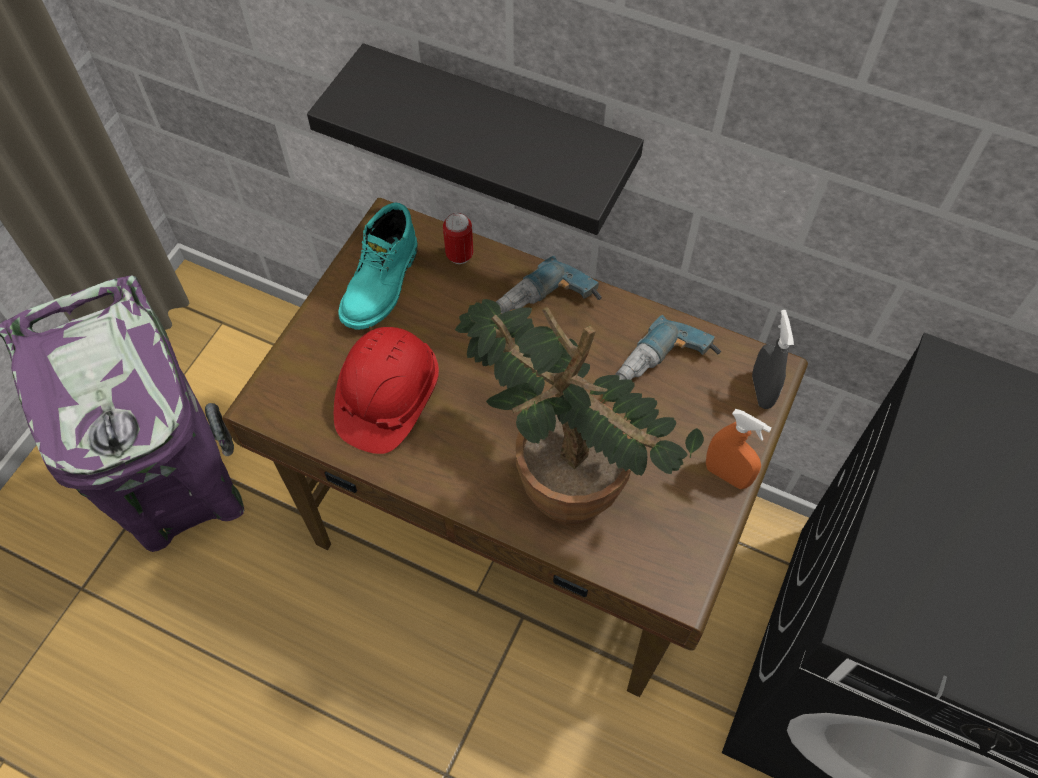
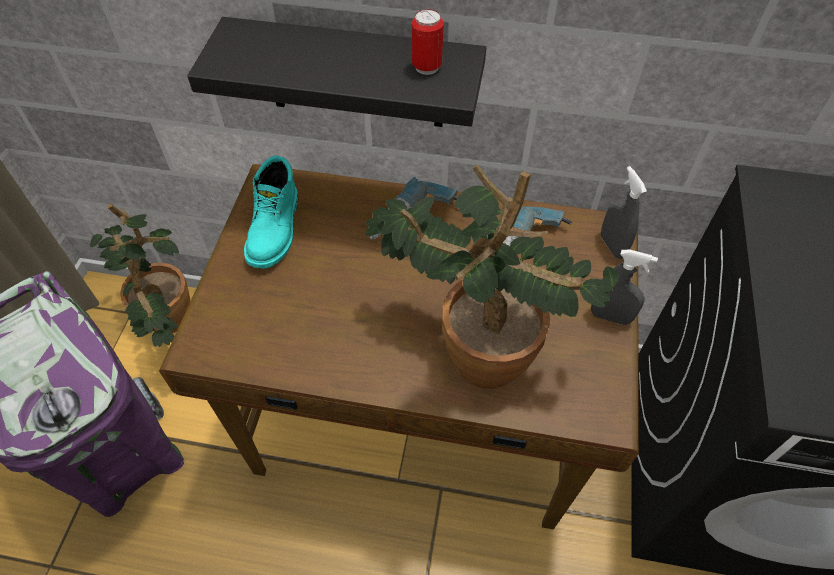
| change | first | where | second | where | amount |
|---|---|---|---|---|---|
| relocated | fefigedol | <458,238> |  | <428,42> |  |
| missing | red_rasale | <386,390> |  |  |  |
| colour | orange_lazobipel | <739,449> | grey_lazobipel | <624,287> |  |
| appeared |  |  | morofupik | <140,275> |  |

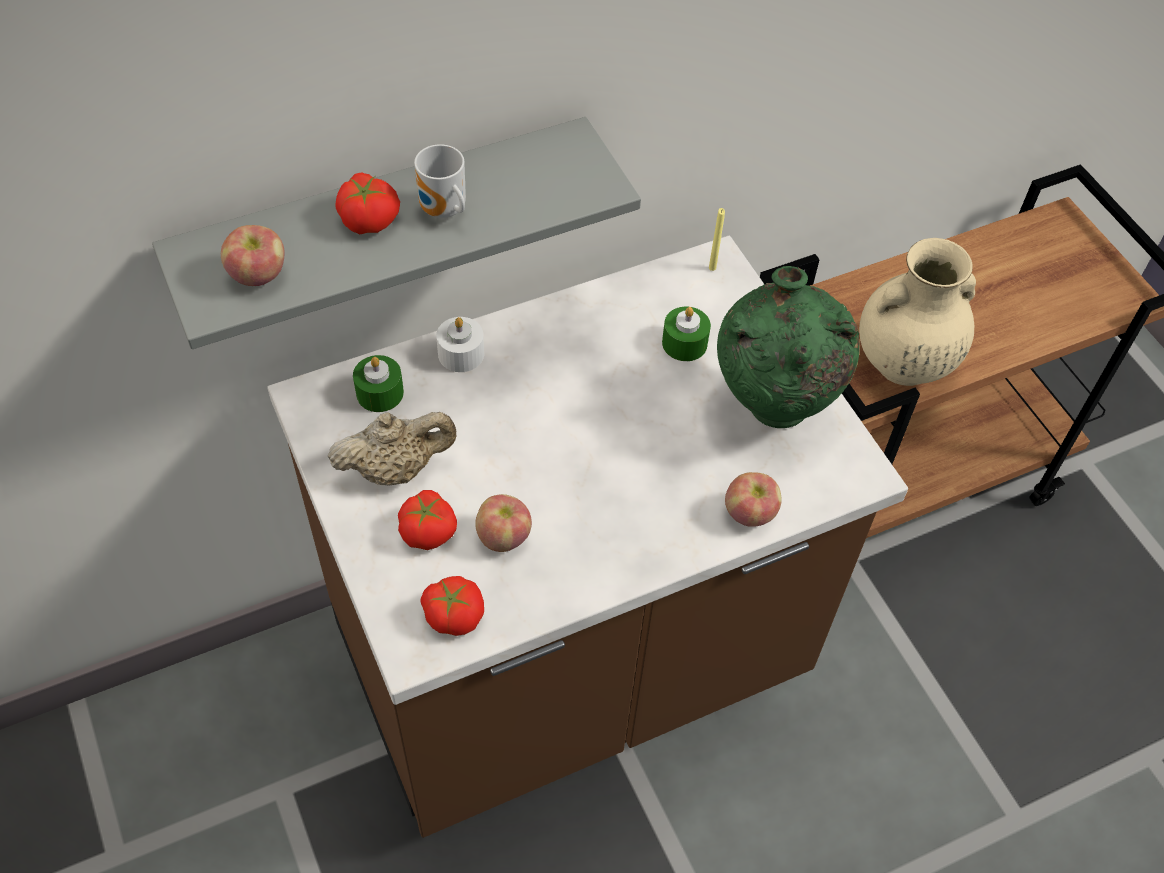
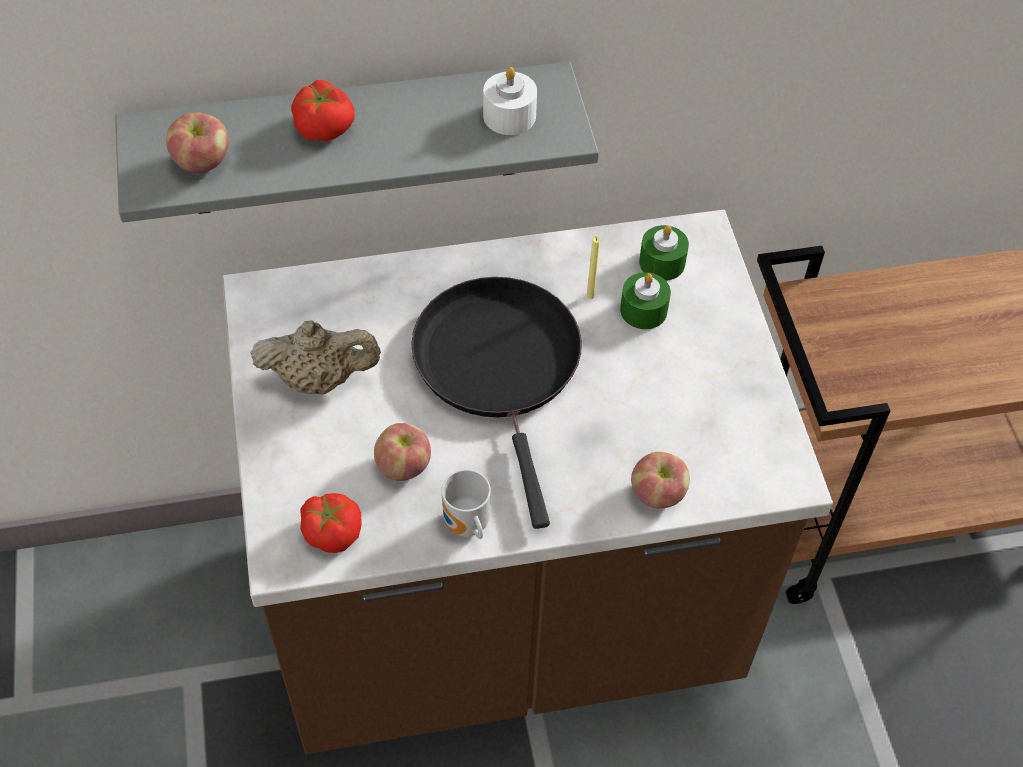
| change | first | where | second | where | amount |
|---|---|---|---|---|---|
| relocated | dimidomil | <440,181> |  | <466,504> |  |
| relocated | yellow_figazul | <717,239> |  | <593,267> |  |
| missing | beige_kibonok | <917,312> |  |  |  |
| missing | green_kibonok | <788,347> |  |  |  |
| relocated | white_figazul | <460,344> |  | <510,101> |  |
| relocated | green_figazul | <378,383> |  | <664,253> |  |
| missing | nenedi | <427,520> |  |  |  |
| appeared |  |  | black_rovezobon | <496,403> |  |

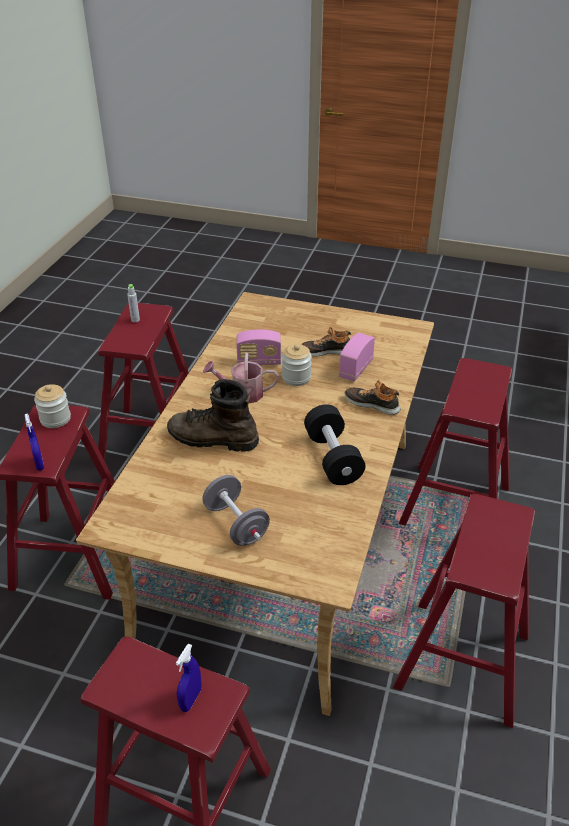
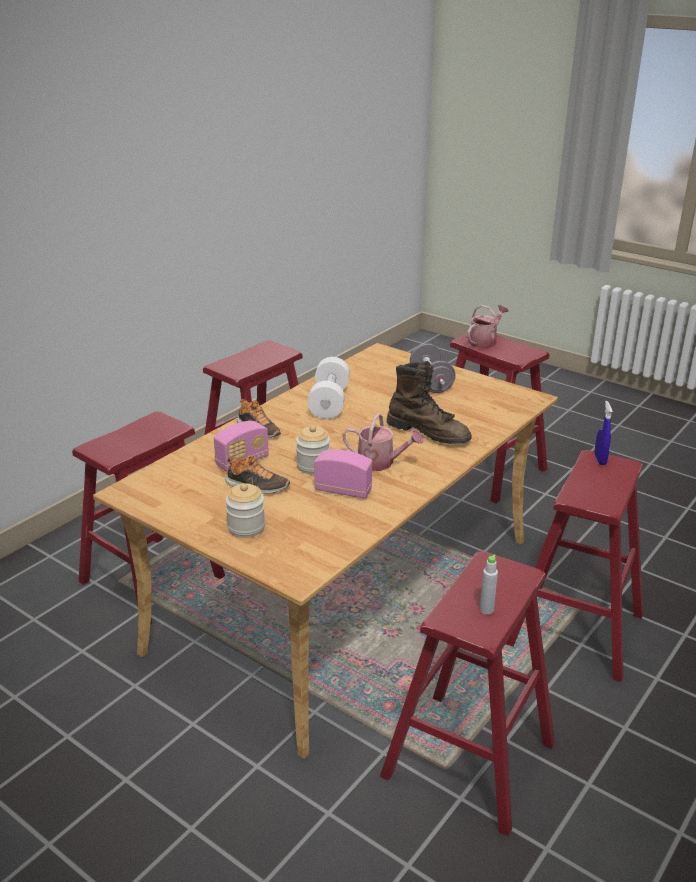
| change | first | where | second | where | amount |
|---|---|---|---|---|---|
| relocated | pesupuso | <52,406> |  | <245,510> |  |
| colour | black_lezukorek | <334,444> | white_lezukorek | <329,388> |  |
| exchanged | blue_lazobipel | <189,678> | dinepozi | <488,326> |  |

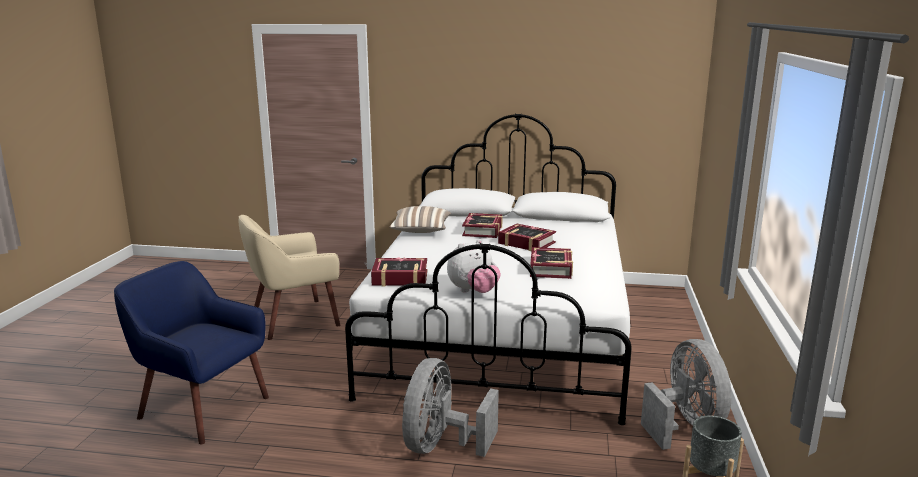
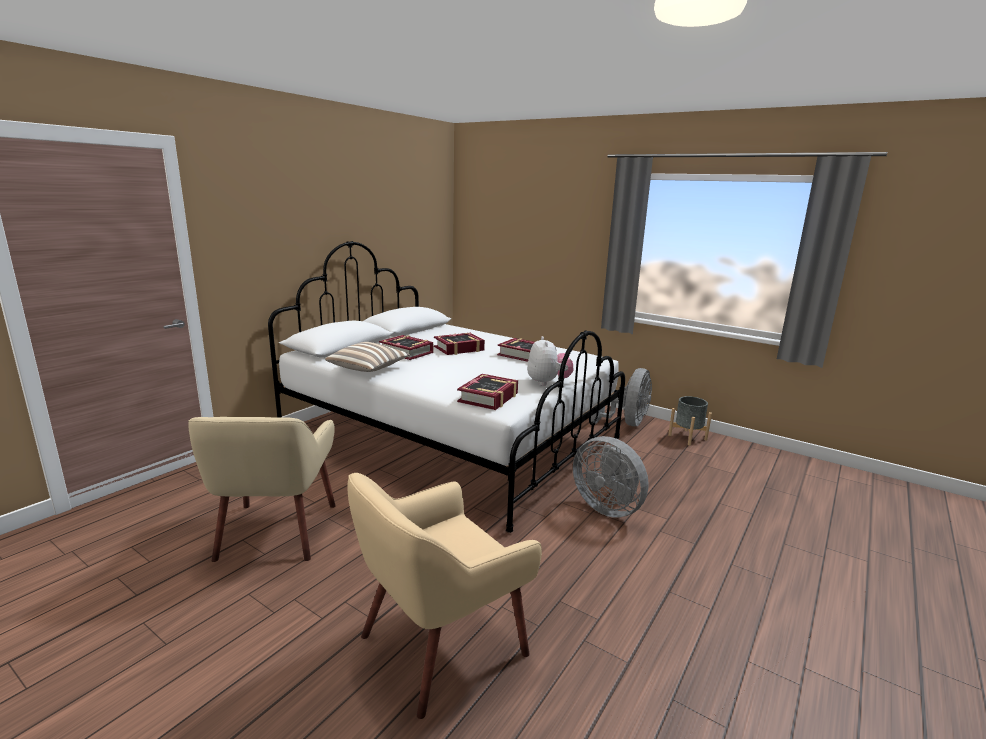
| change | first | where | second | where | amount |
|---|---|---|---|---|---|
| colour | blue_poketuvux | <191,352> | beige_poketuvux | <444,596> |  |
| spun | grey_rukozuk | <686,394> |  | <621,397> | 105 degrees clockwise |

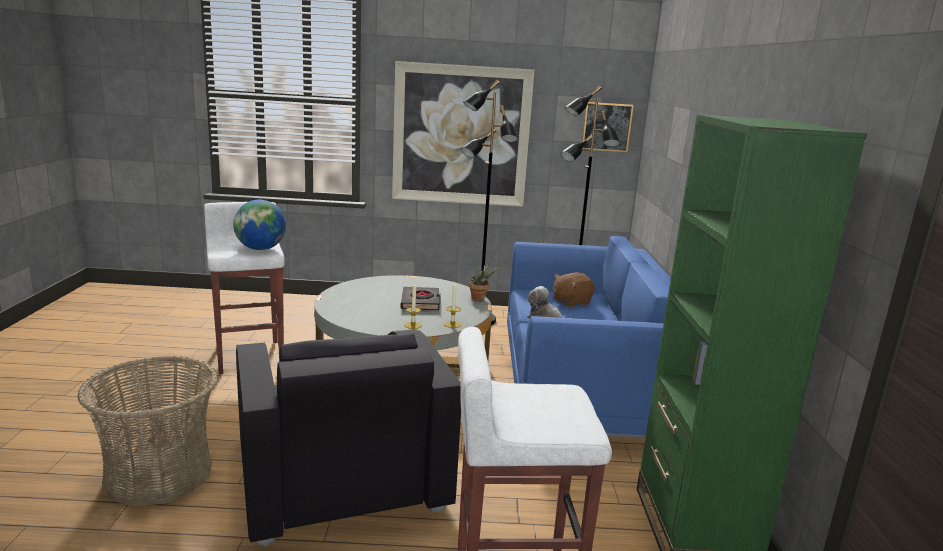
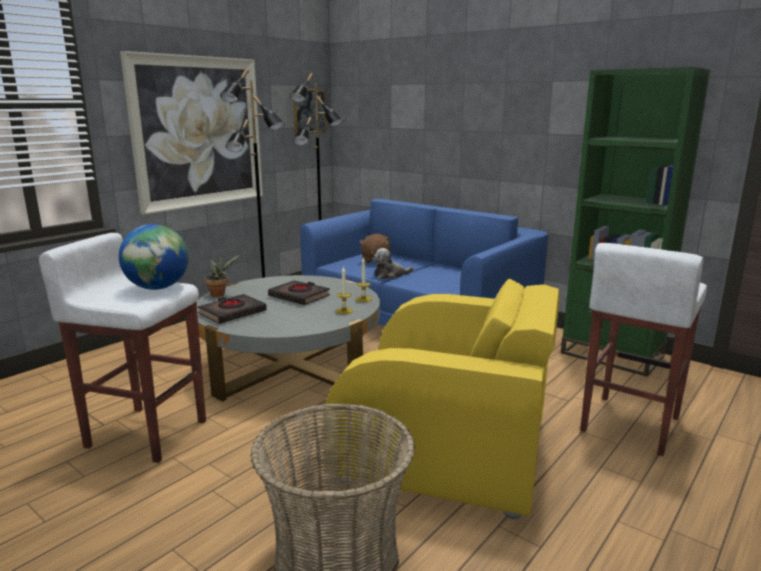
| change | first | where | second | where | amount |
|---|---|---|---|---|---|
| relocated | morofupik | <484,282> |  | <223,276> |  |
| colour | black_poketuvux | <348,437> | yellow_poketuvux | <442,399> |  |
| appeared |  |  | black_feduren | <232,309> |  |

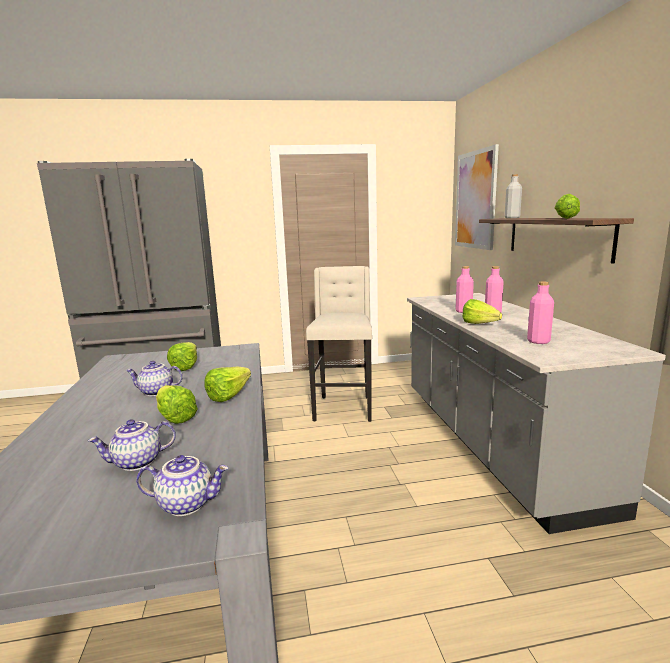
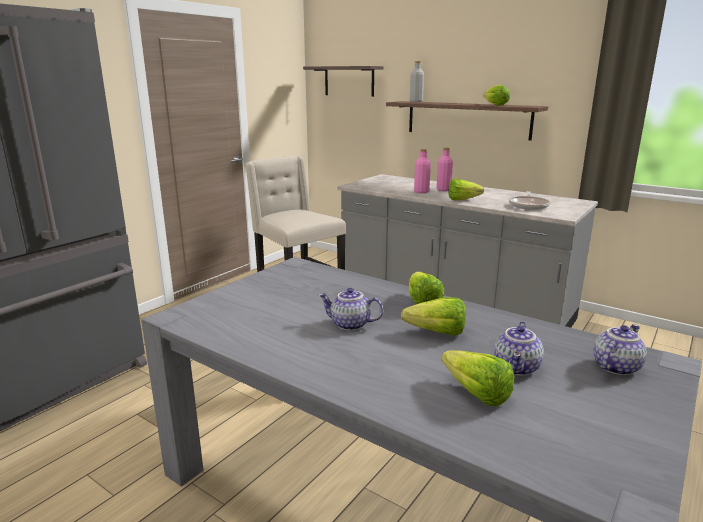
| change | first | where | second | where | amount |
|---|---|---|---|---|---|
| exchanged | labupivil | <477,197> | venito | <343,81> |  |
| exchanged | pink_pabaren | <540,313> | rovezobon | <529,200> |  |
| relocated | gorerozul | <182,356> |  | <478,378> |  |
| spun | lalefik | <154,378> |  | <351,309> | 60 degrees clockwise |

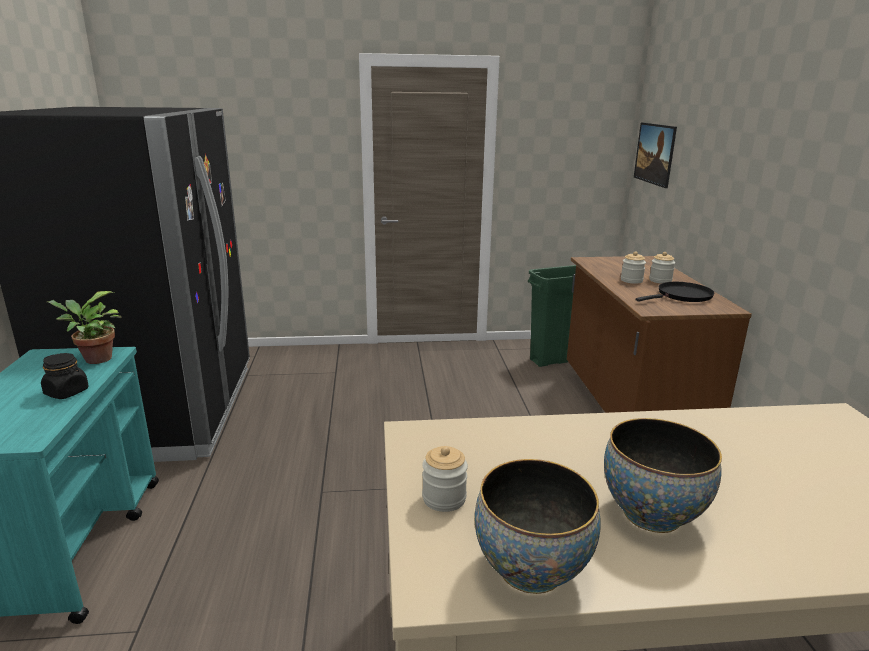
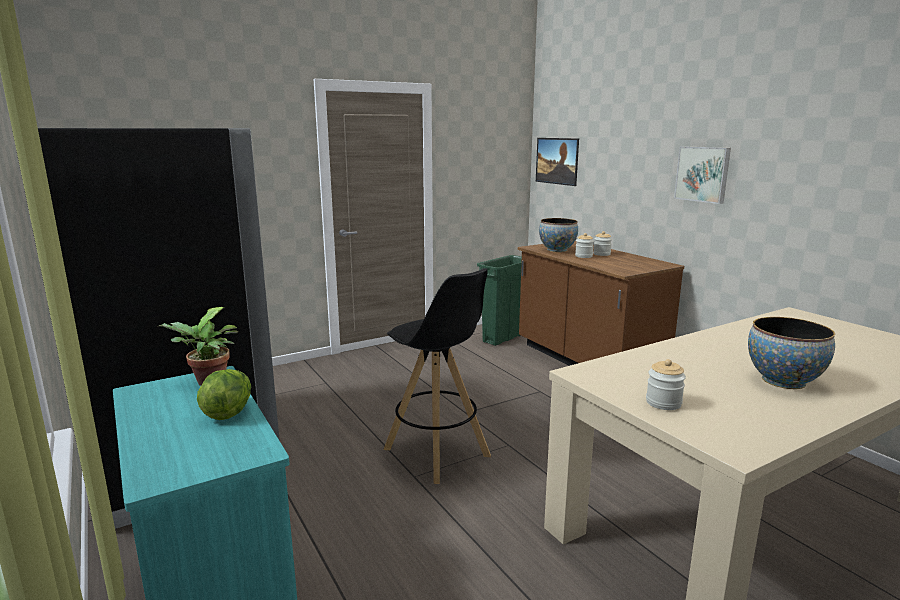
| change | first | where | second | where | amount |
|---|---|---|---|---|---|
| missing | black_rovezobon | <675,292> |  |  |  |
| exchanged | black_pesupuso | <65,376> | gorerozul | <224,394> |  |
| relocated | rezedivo | <538,526> |  | <558,235> |  |
| appeared |  |  | labupivil | <702,175> |  |
| appeared |  |  | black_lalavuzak | <437,376> |  |

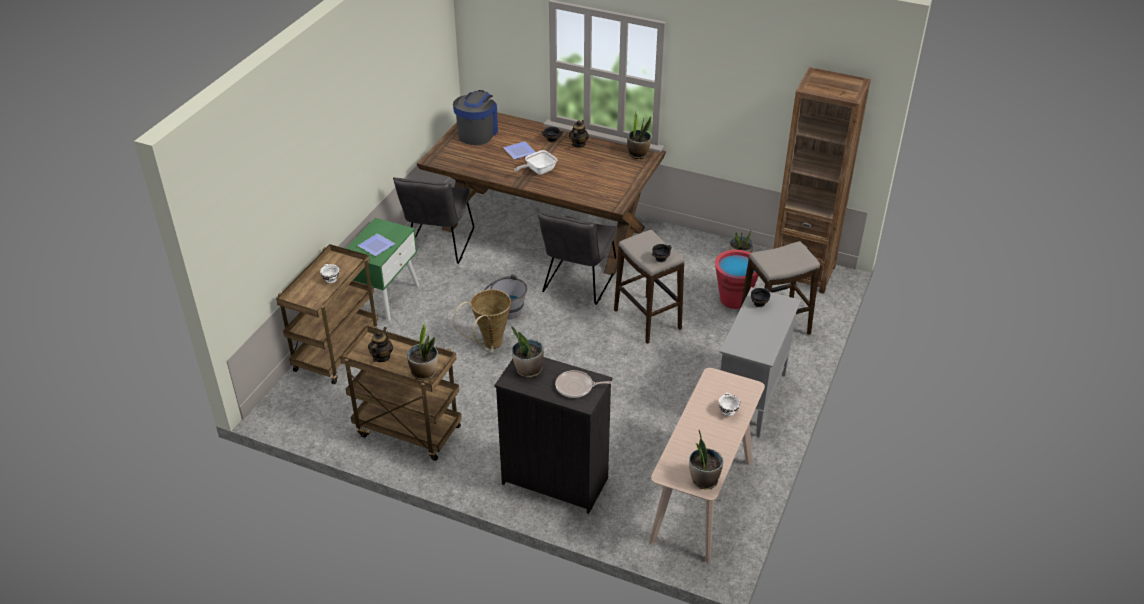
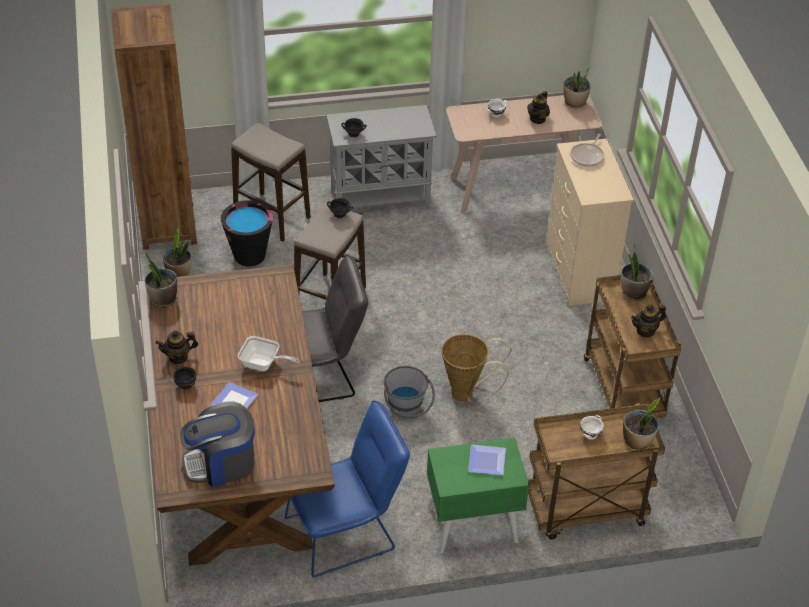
| change | first | where | second | where | amount |
|---|---|---|---|---|---|
| colour | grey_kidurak | <433,220> | blue_kidurak | <347,488> |  |
| colour | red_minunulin | <737,279> | black_minunulin | <247,233> |  |
| relocated | morofupik | <527,352> |  | <642,424> |  |
| colour | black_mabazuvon | <553,435> | beige_mabazuvon | <590,222> |  |
| spun | rovezobon | <583,384> |  | <587,150> | 60 degrees clockwise |
| appeared |  |  | lalefik | <538,107> |  |

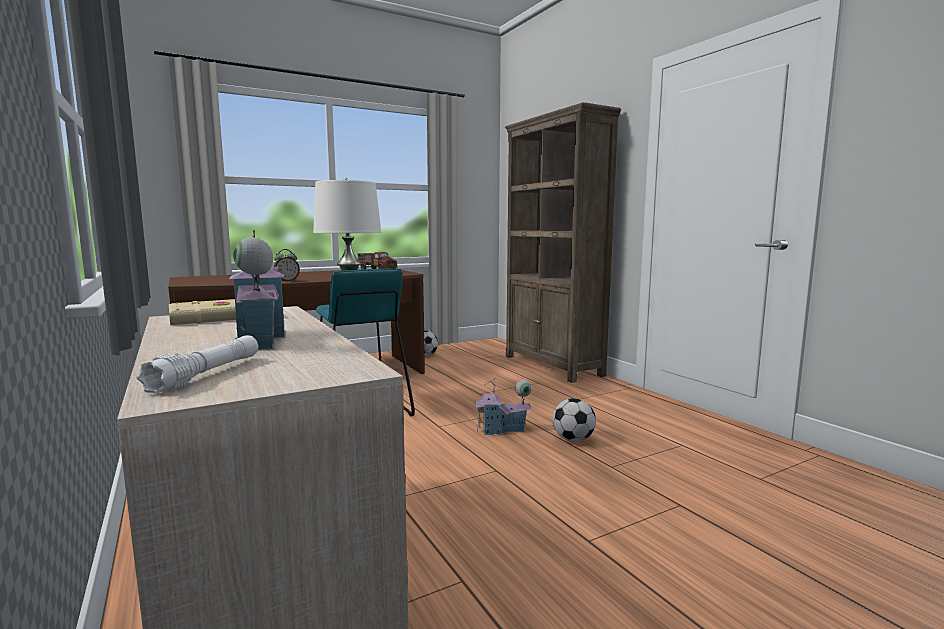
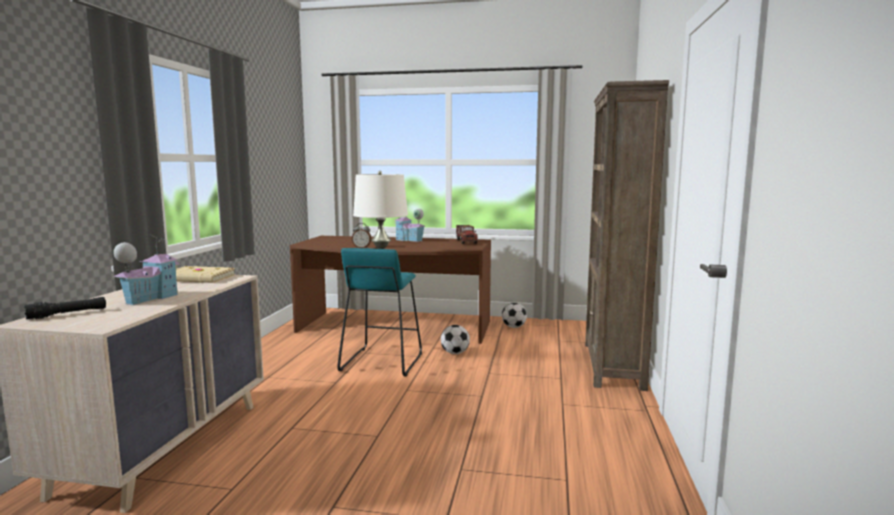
| change | first | where | second | where | amount |
|---|---|---|---|---|---|
| colour | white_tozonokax | <197,364> | black_tozonokax | <65,308> |  |
| relocated | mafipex | <503,406> |  | <409,225> |  |
| relocated | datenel | <574,420> |  | <455,339> |  |

